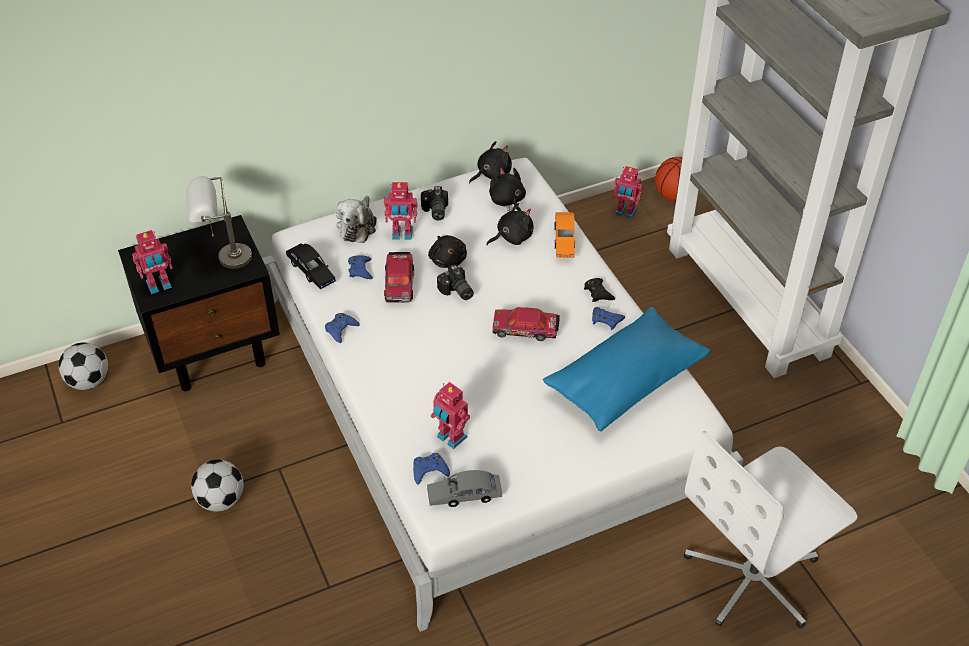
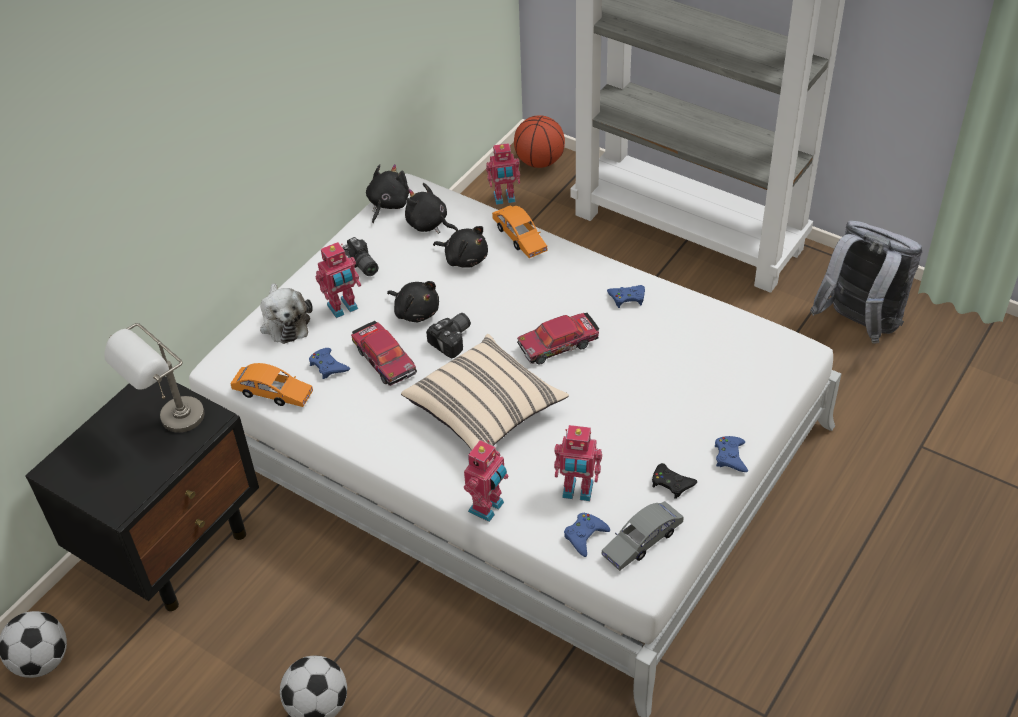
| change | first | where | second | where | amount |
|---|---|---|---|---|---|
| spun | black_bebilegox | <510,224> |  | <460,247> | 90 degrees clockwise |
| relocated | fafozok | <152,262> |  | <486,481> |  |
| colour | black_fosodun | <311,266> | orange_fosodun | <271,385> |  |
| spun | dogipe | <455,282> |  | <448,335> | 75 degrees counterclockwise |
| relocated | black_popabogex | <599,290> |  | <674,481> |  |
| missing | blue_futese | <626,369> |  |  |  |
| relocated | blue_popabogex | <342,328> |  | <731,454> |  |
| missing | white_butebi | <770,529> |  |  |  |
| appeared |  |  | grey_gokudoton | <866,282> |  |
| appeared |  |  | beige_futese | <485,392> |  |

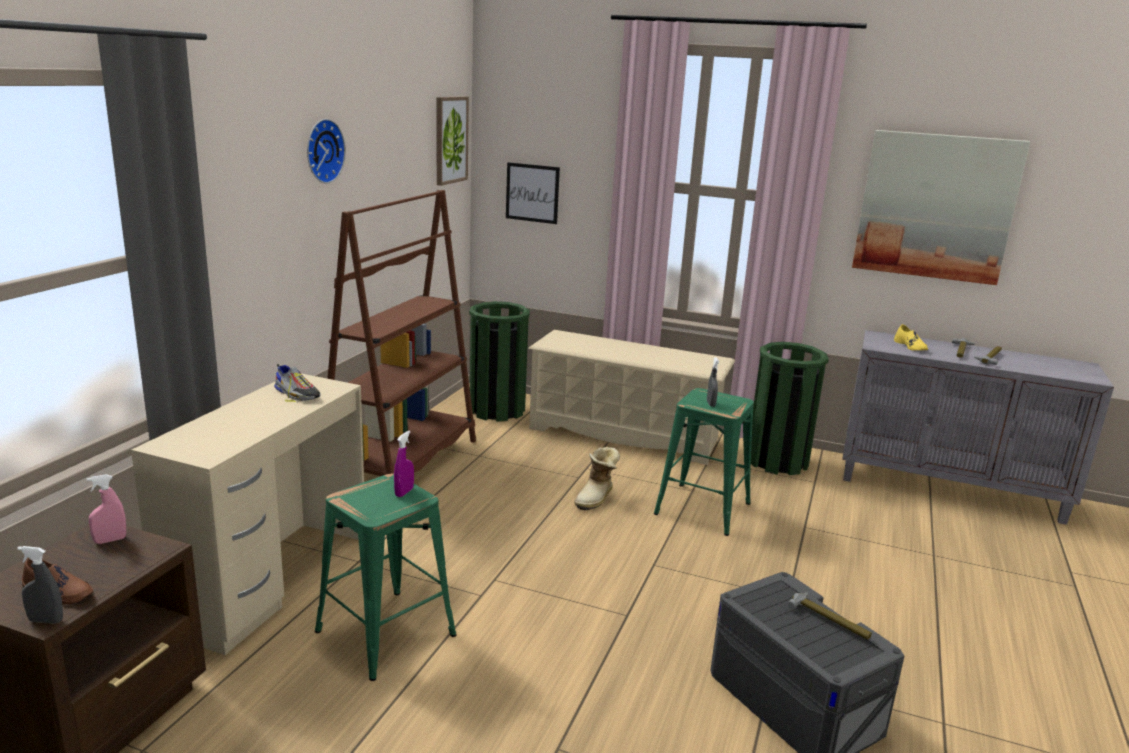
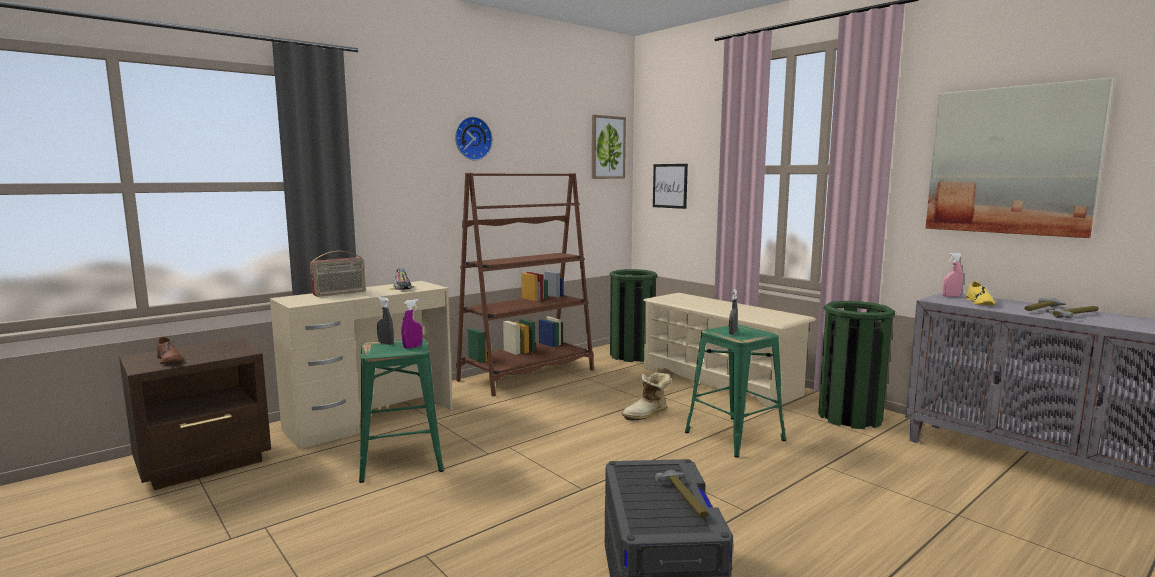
| change | first | where | second | where | amount |
|---|---|---|---|---|---|
| relocated | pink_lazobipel | <106,509> |  | <952,275> |  |
| relocated | grey_lazobipel | <40,585> |  | <385,321> |  |
| appeared |  |  | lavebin | <338,274> |  |

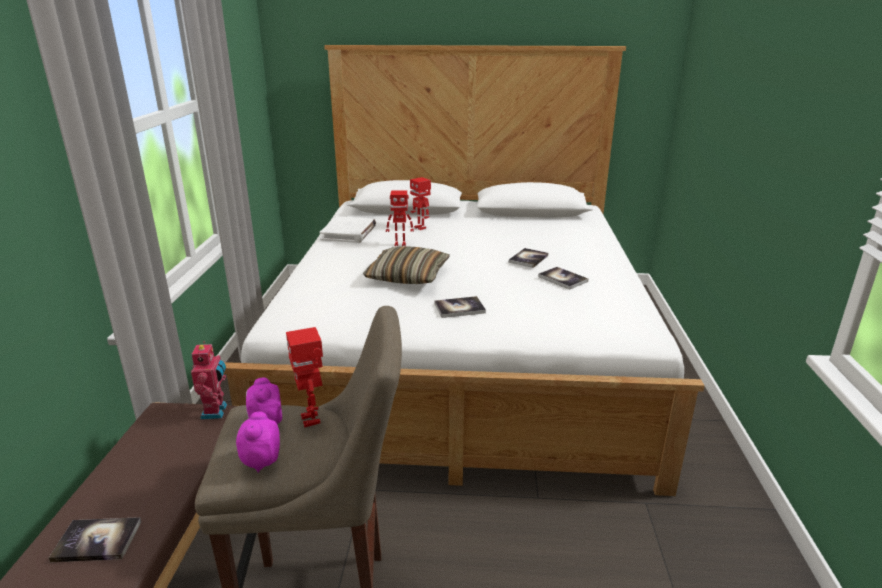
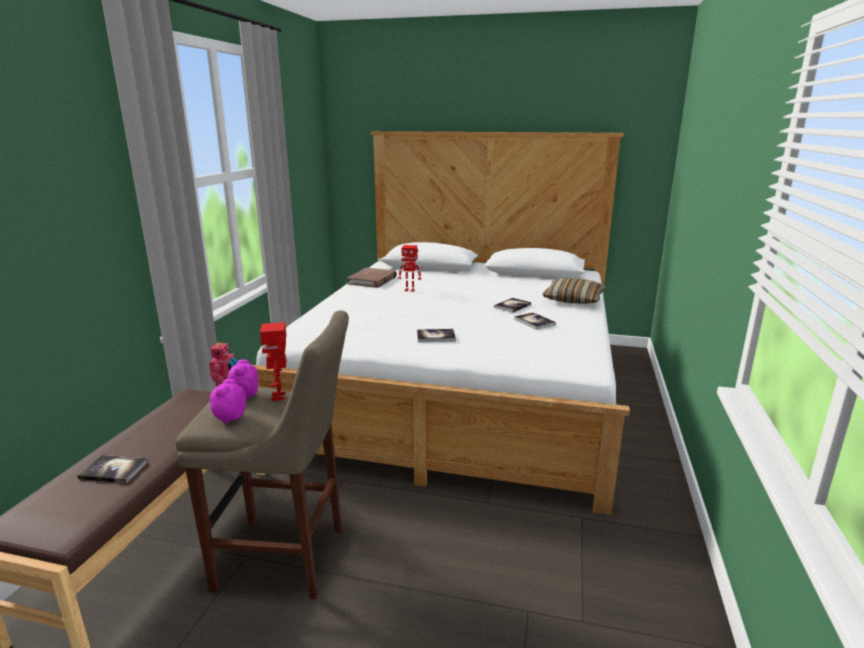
| change | first | where | second | where | amount |
|---|---|---|---|---|---|
| missing | fafozok | <420,203> |  |  |  |
| colour | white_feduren | <347,229> | brown_feduren | <372,278> |  |
| relocated | futese | <406,265> |  | <574,291> |  |

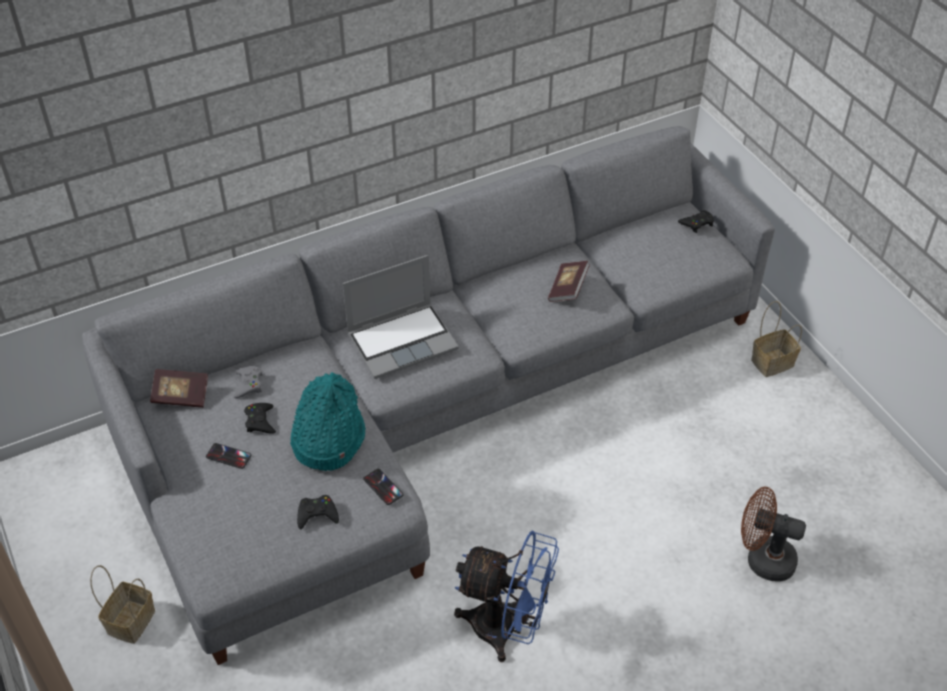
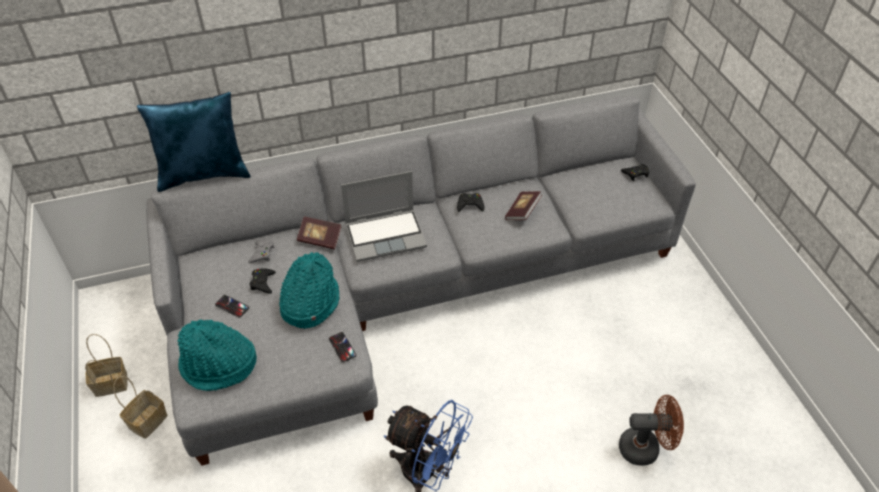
| change | first | where | second | where | amount |
|---|---|---|---|---|---|
| relocated | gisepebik | <776,339> |  | <106,365> |  |
| relocated | feduren | <179,388> |  | <319,232> |  |
| spun | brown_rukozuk | <773,534> |  | <651,430> | 150 degrees clockwise |
| relocated | black_popabogex | <318,512> |  | <470,202> |  |
| appeared |  |  | blue_futese | <194,142> |  |
| appeared |  |  | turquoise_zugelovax | <217,355> |  |

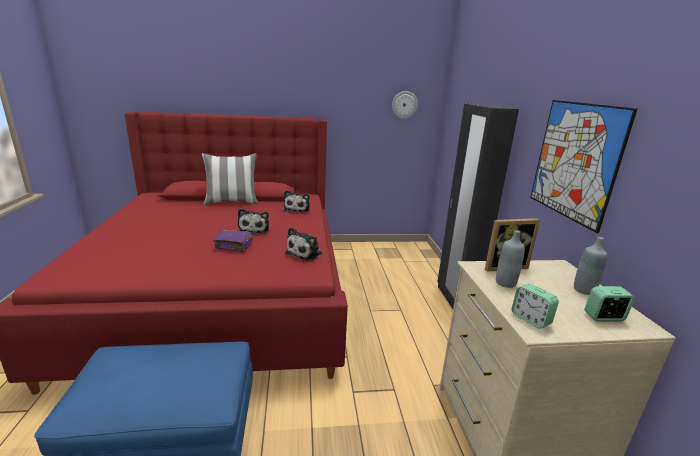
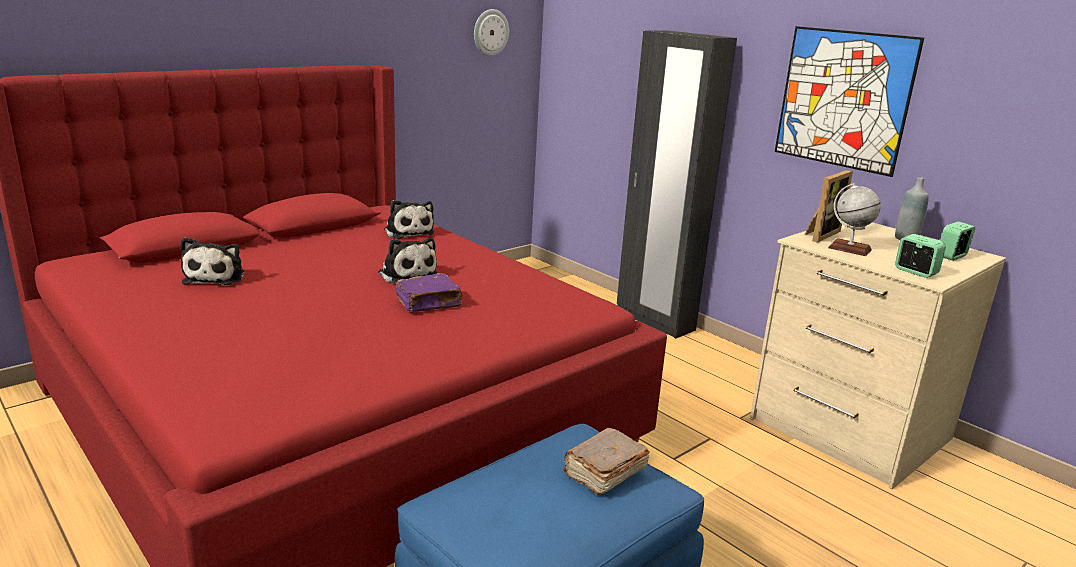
| change | first | where | second | where | amount |
|---|---|---|---|---|---|
| missing | futese | <230,179> |  |  |  |
| relocated | bebilegox | <303,244> |  | <212,261> |  |
| exchanged | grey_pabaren | <510,259> | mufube | <854,219> |  |
| spun | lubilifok | <535,306> |  | <920,256> | 150 degrees counterclockwise |
| appeared |  |  | brown_feduren | <607,462> |  |

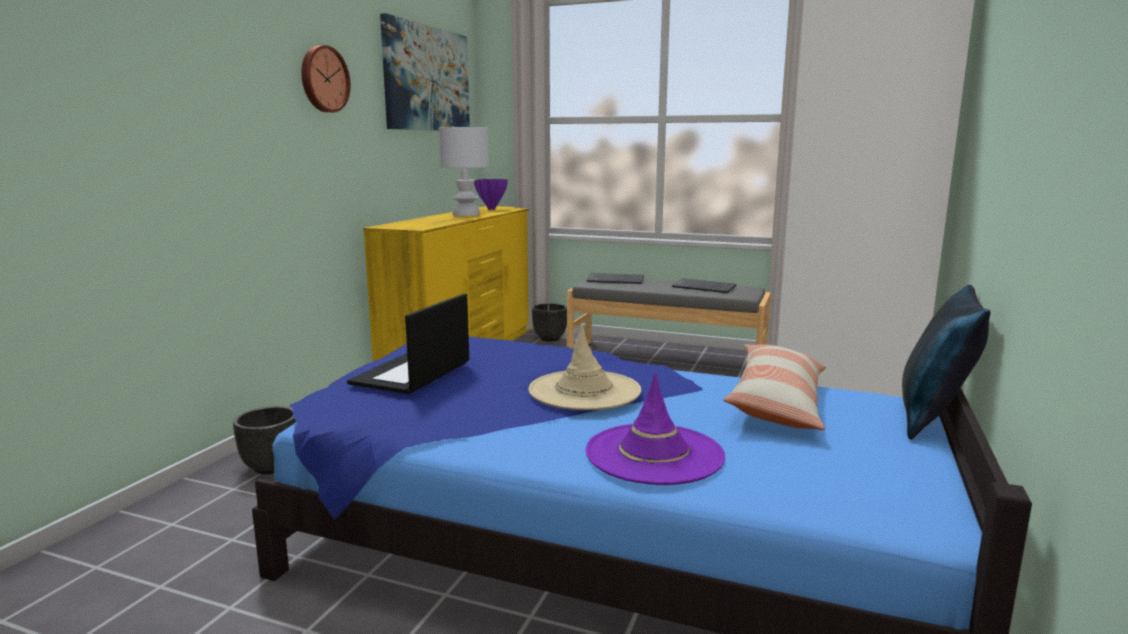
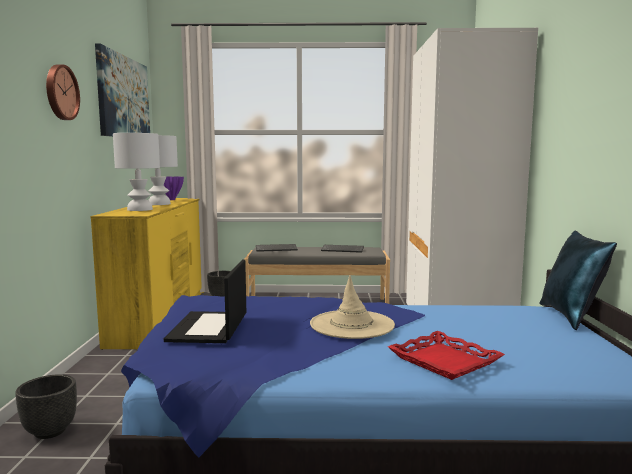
| change | first | where | second | where | amount |
|---|---|---|---|---|---|
| missing | futese | <774,387> |  |  |  |
| exchanged | purple_zugelovax | <655,429> | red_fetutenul | <446,355> |  |
| appeared |  |  | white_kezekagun | <136,172> |  |

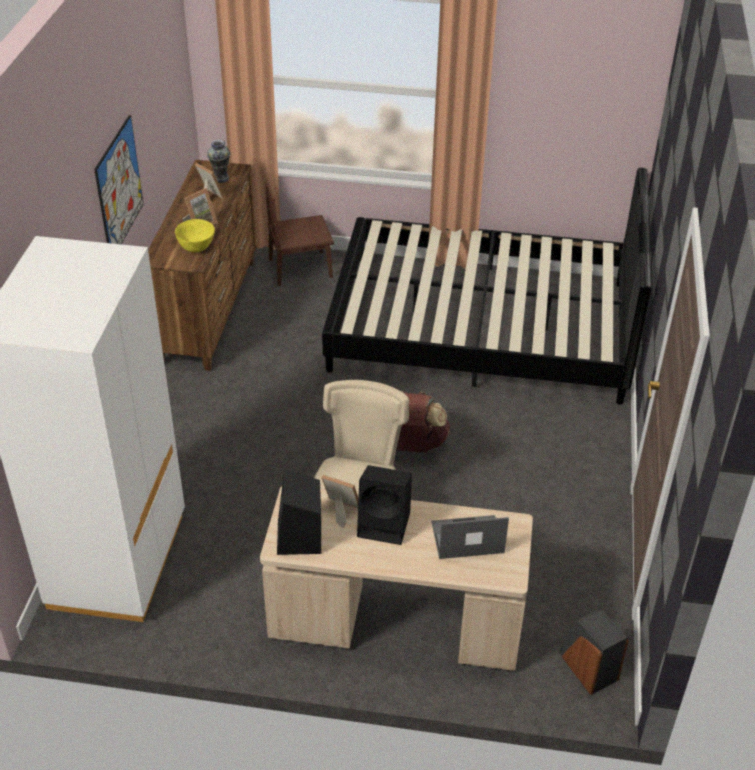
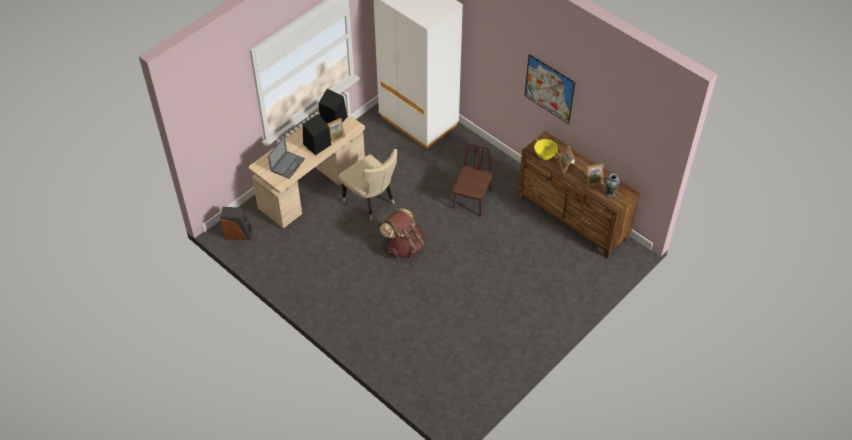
| change | first | where | second | where | amount |
|---|---|---|---|---|---|
| missing | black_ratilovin | <486,286> |  |  |  |
| relocated | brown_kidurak | <299,233> |  | <472,180> |  |

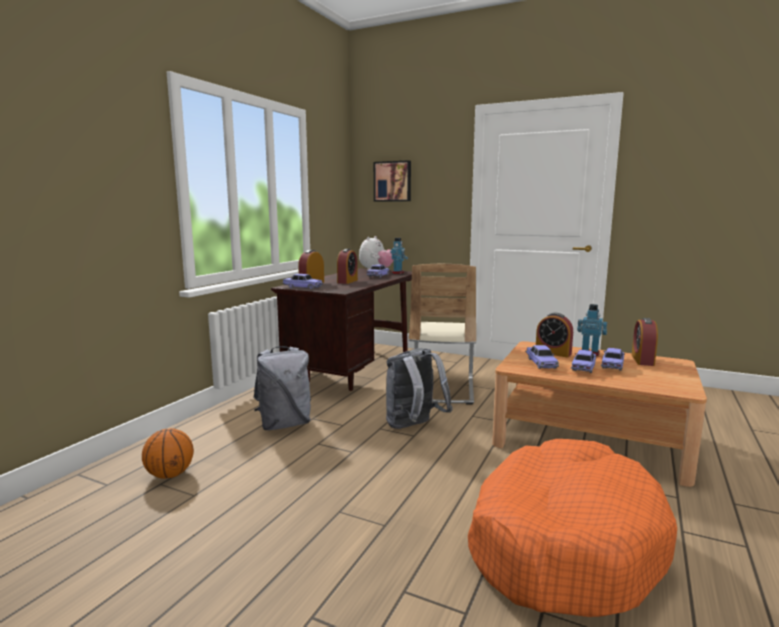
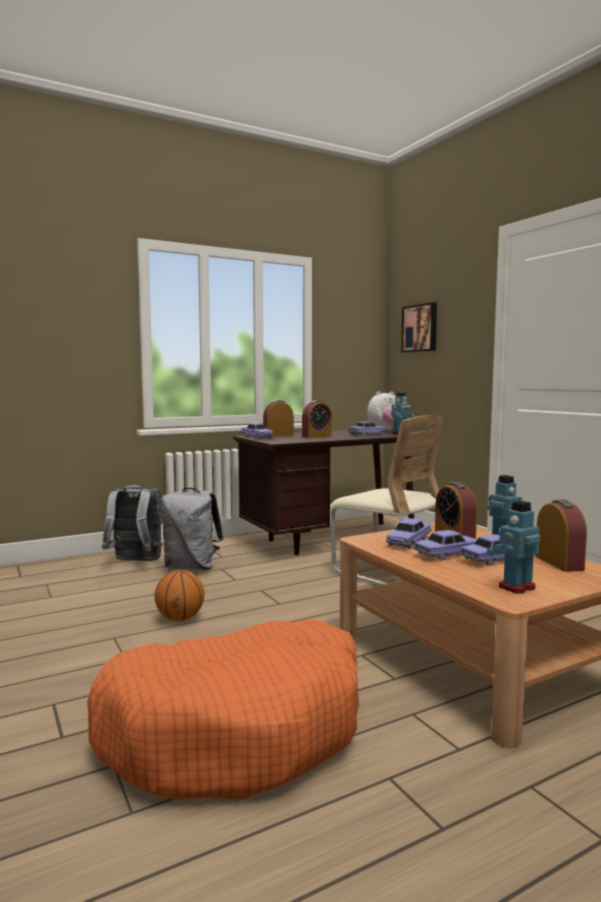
| change | first | where | second | where | amount |
|---|---|---|---|---|---|
| spun | beige_kidurak | <442,334> |  | <386,500> | 90 degrees counterclockwise |
| spun | lubilifok | <645,342> |  | <561,535> | 120 degrees clockwise |
| relocated | grey_gokudoton | <419,388> |  | <132,523> |  |
| relocated | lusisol | <168,453> |  | <179,595> |  |
| appeared |  |  | fafozok | <513,546> |  |

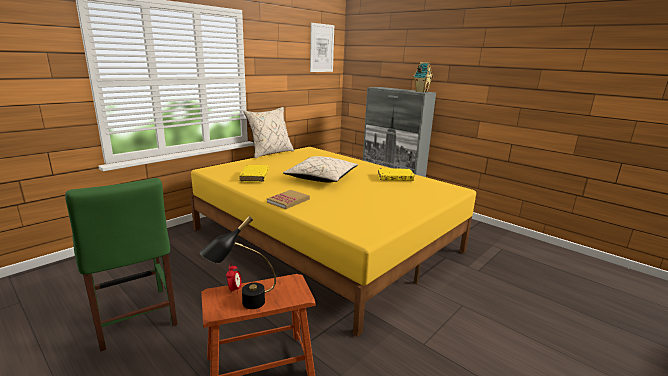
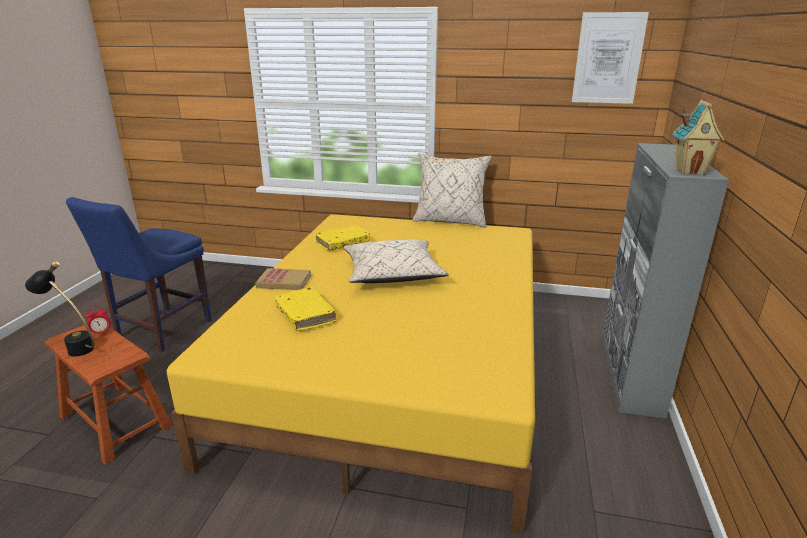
| change | first | where | second | where | amount |
|---|---|---|---|---|---|
| relocated | yellow_feduren | <396,174> |  | <305,309> |  |
| colour | green_kidurak | <121,264> | blue_kidurak | <139,274> |  |

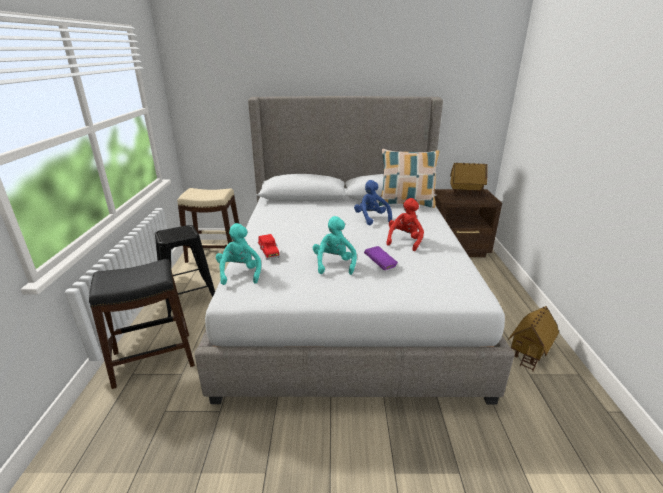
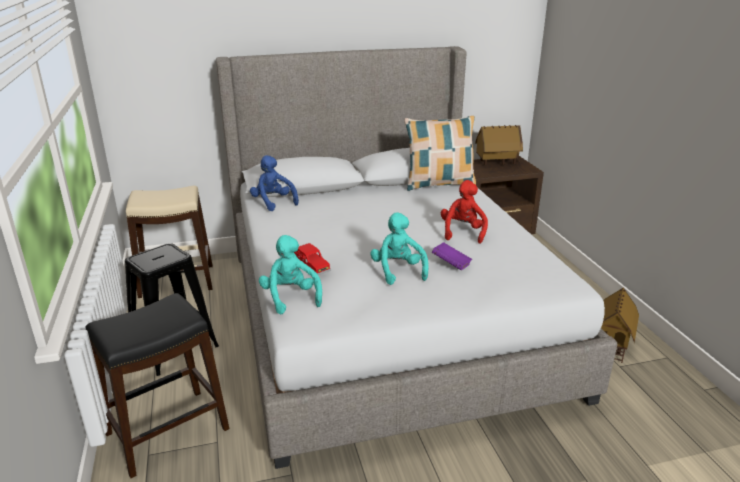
| change | first | where | second | where | amount |
|---|---|---|---|---|---|
| relocated | blue_bebilegox | <373,202> |  | <274,183> |  |

